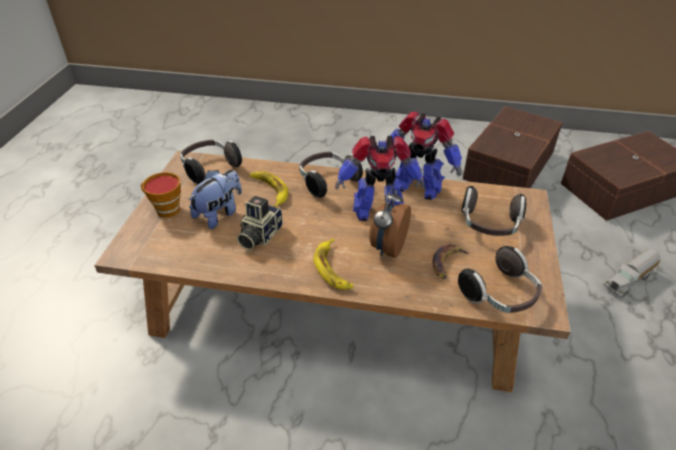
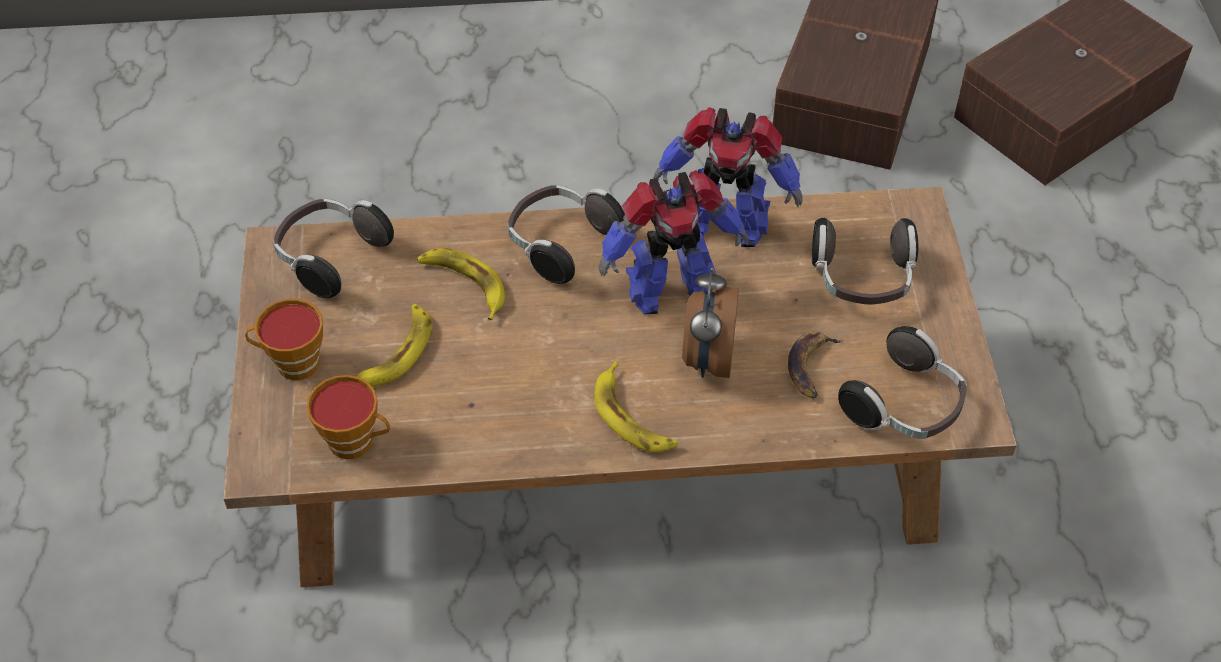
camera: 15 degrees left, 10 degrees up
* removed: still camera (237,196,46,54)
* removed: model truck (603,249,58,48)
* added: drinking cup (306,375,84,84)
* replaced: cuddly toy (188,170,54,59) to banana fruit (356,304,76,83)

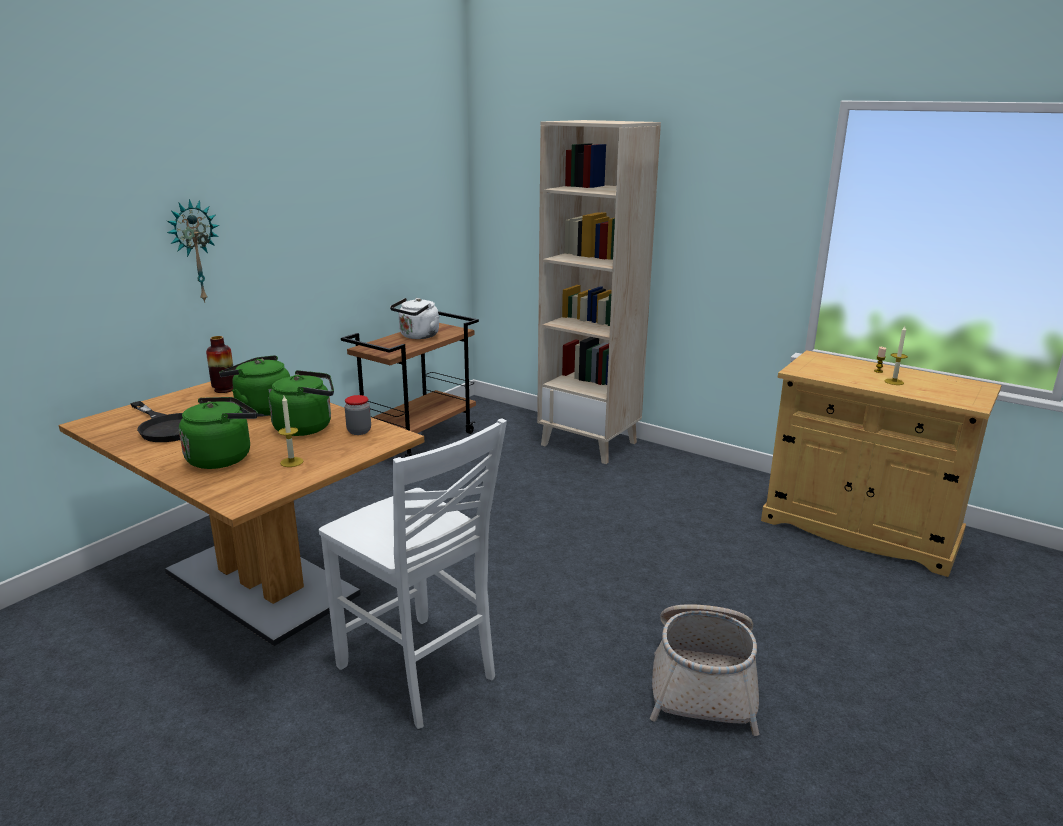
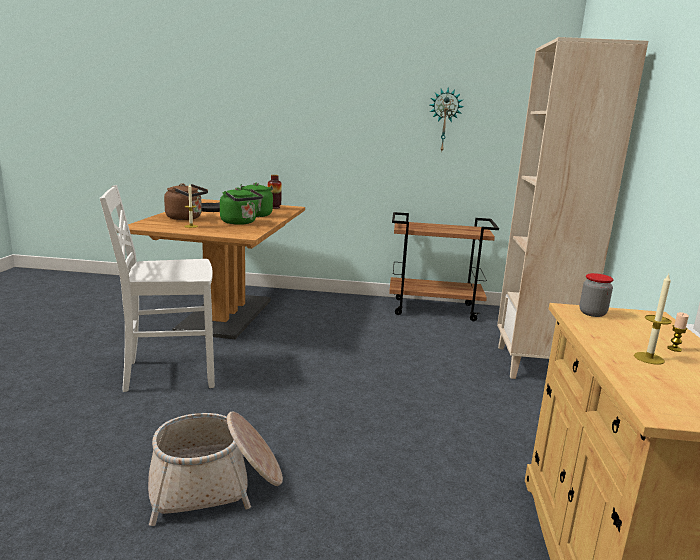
camera: 60 degrees right, 5 degrees down
* removed: tea kettle (white-coloured) (390,298,50,41)
* moved: clock on the wall (167,199,52,104) to (430,87,33,64)
* moved: storage jar (345,395,26,40) to (580,273,34,44)
* recoloured: tea kettle (green-coloured) (179,397,79,72) to tea kettle (brownish) (164,183,44,37)
* turned: plain chair (white-coloured) (319,418,188,311) = (100,185,115,207) 60 degrees clockwise

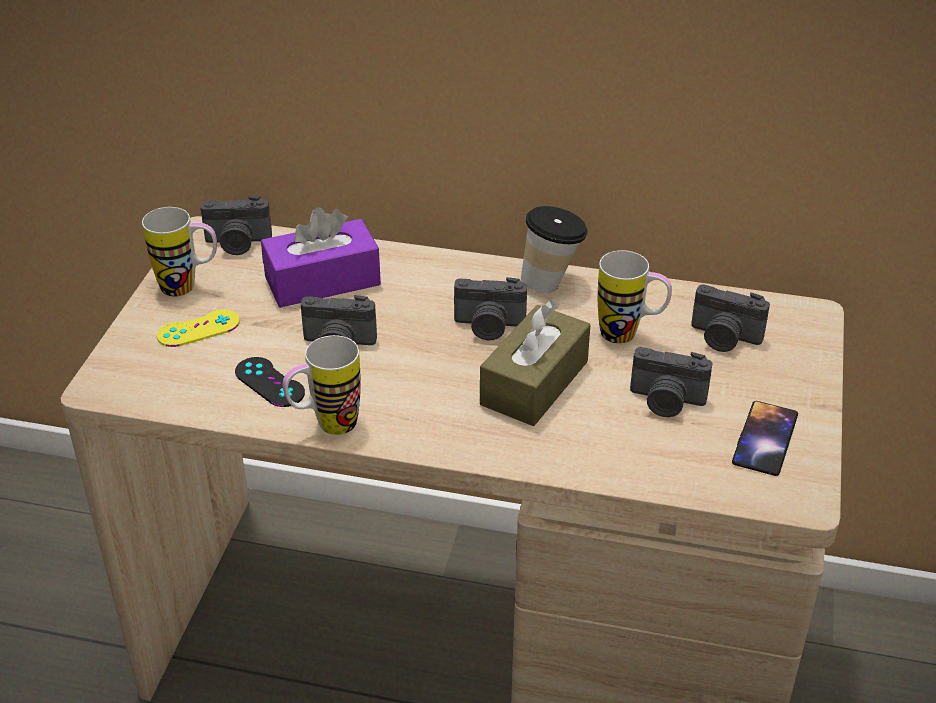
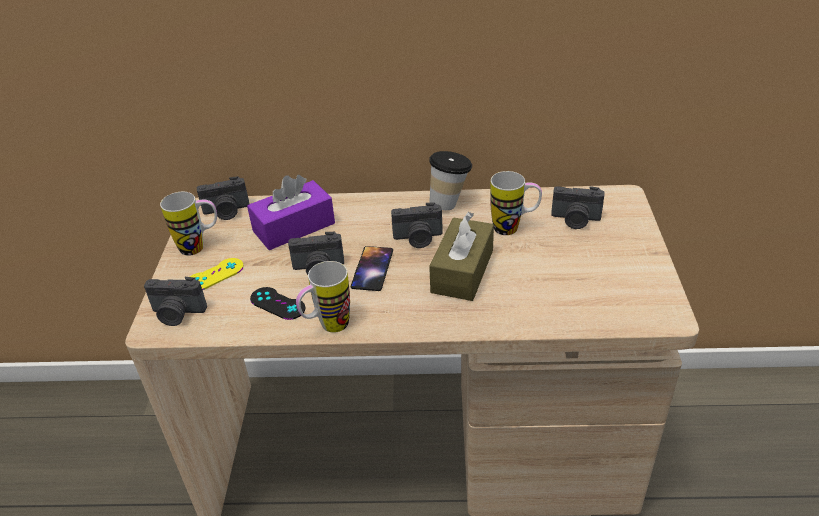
camera: 10 degrees left, 0 degrees up
* moved: still camera (630,347,83,70) to (144,277,63,49)
* moved: handset (732,401,66,75) to (351,246,42,45)

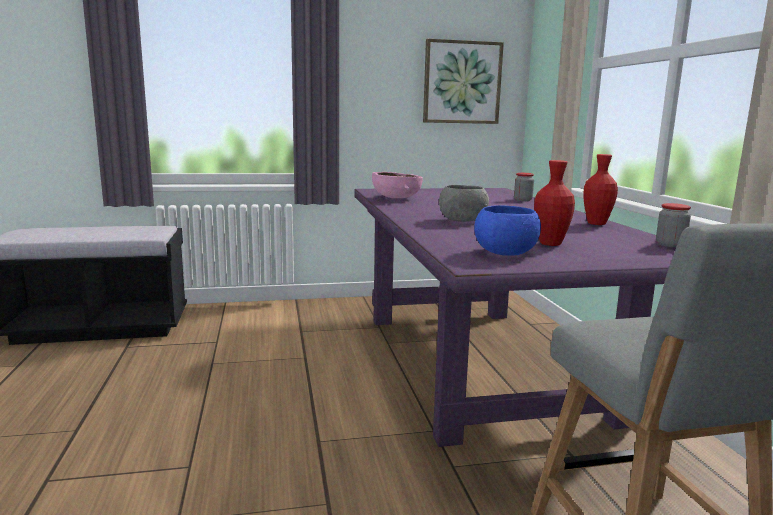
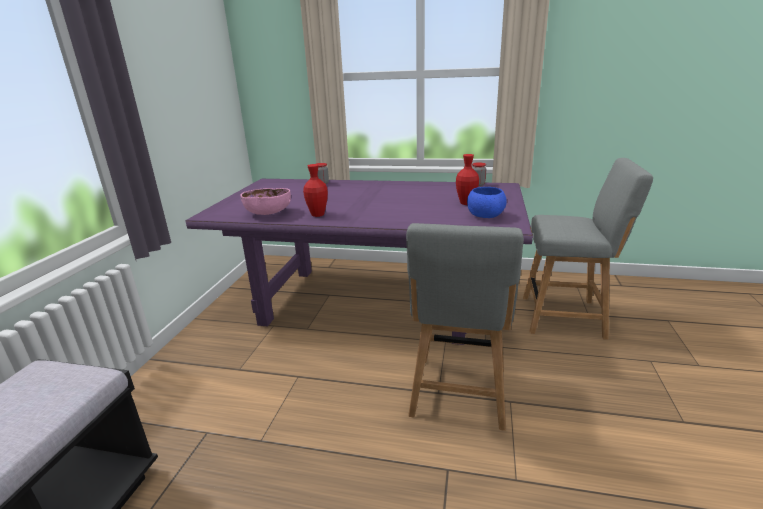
camera: 65 degrees left, 10 degrees up
* removed: picture (423,39,81,85)
* removed: serving bowl (greyish) (439,185,50,37)
* added: plain chair (greyish) (406,223,118,208)
* moved: flower vase (reddish) (583,154,35,71) to (303,164,25,53)

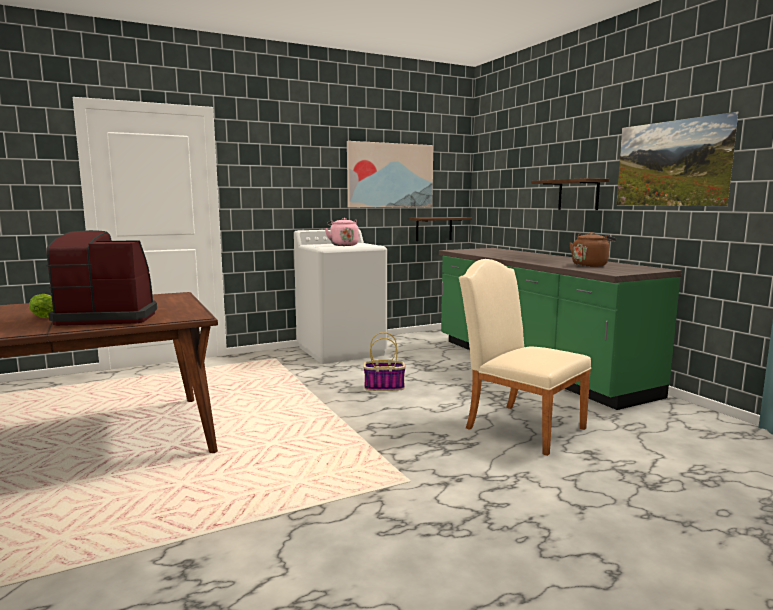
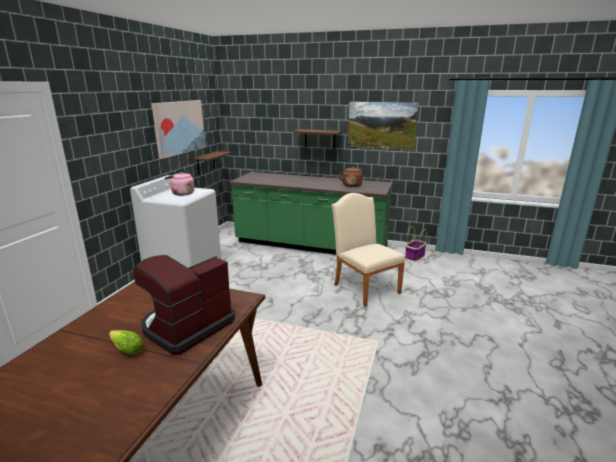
camera: 45 degrees left, 10 degrees up
* moved: household basket (363,332,43,59) to (405,226,22,35)
* turned: plain chair (sand-coloured) (459,259,132,197) = (332,193,73,114) 60 degrees clockwise

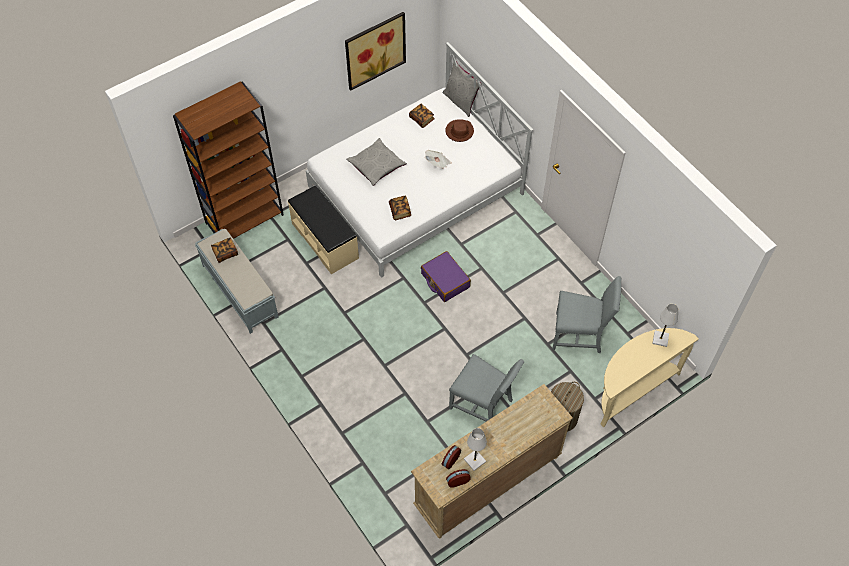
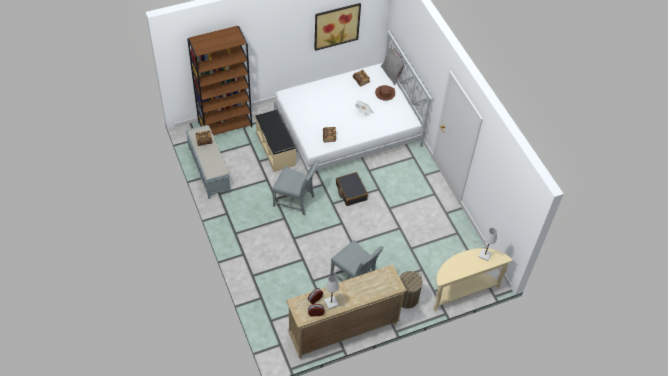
camera: 10 degrees right, 5 degrees down
* removed: pillow (greyish) (346,138,61,48)
* moved: plain chair (greyish) (552,276,70,77) to (272,160,47,55)
* recoloured: piece of luggage (purplish) (421,251,50,51) to piece of luggage (blackish) (336,172,32,34)

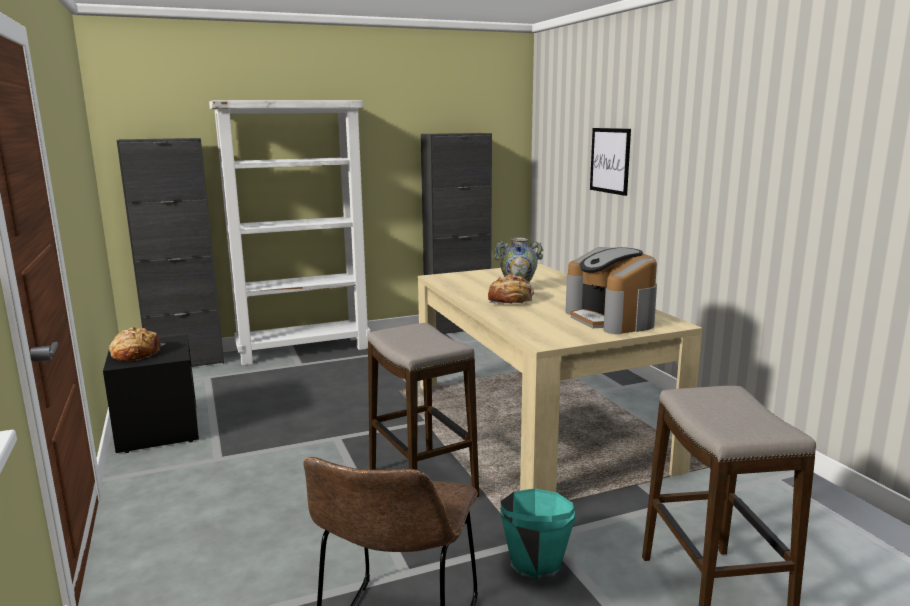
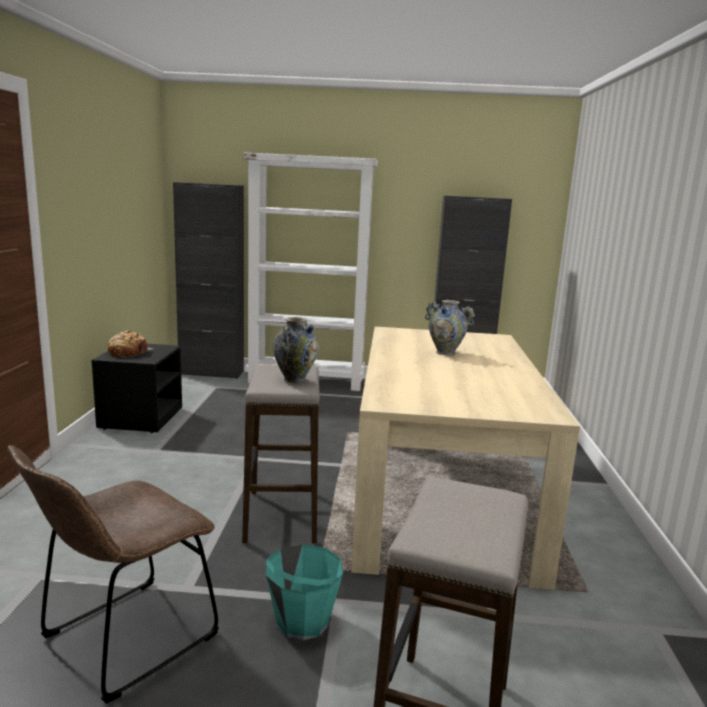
camera: 25 degrees right, 0 degrees up
* removed: baked bread (488,274,46,30)
* removed: coffee machine (566,247,91,87)
* removed: picture (590,128,41,68)
* added: flower vase (273,317,46,66)

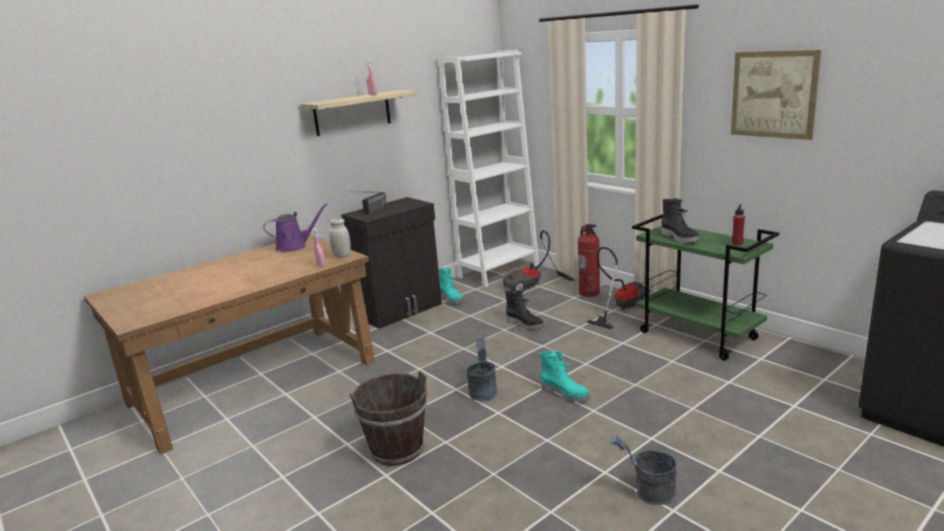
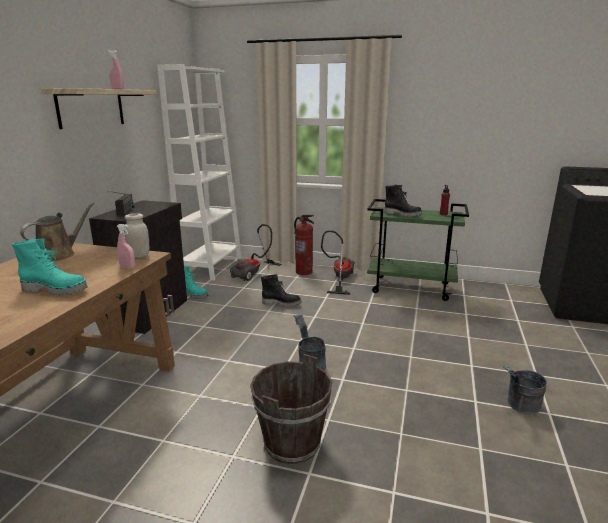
camera: 35 degrees left, 0 degrees up
* removed: picture (731,50,90,90)
* moved: high-top boot (turquoise) (540,351,50,51) to (12,238,76,58)
* recoloured: sprinkling can (purplish) (263,203,65,49) to sprinkling can (brownish) (20,202,75,59)

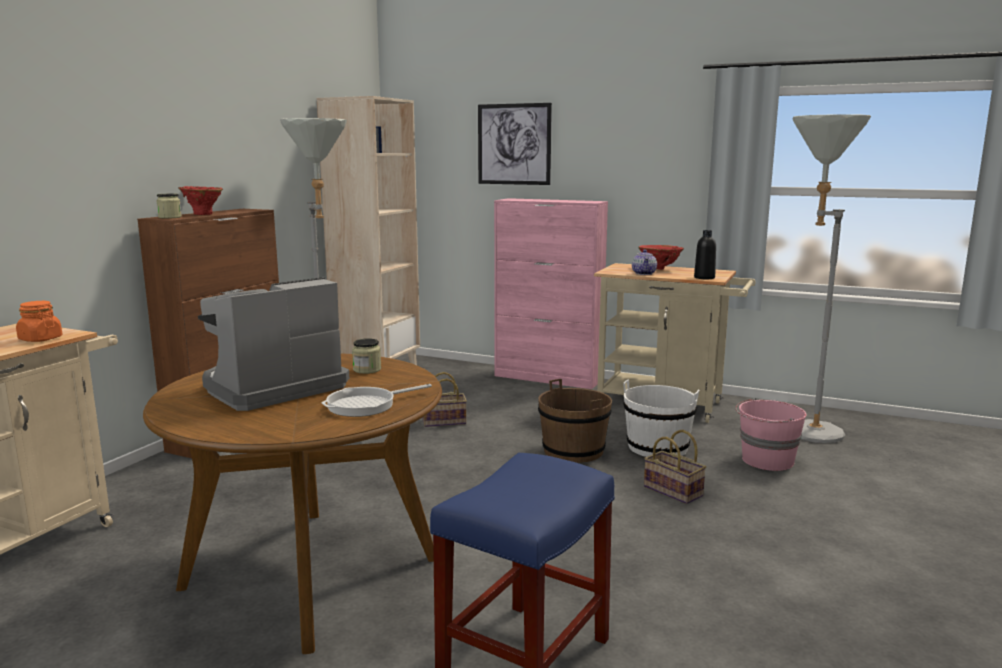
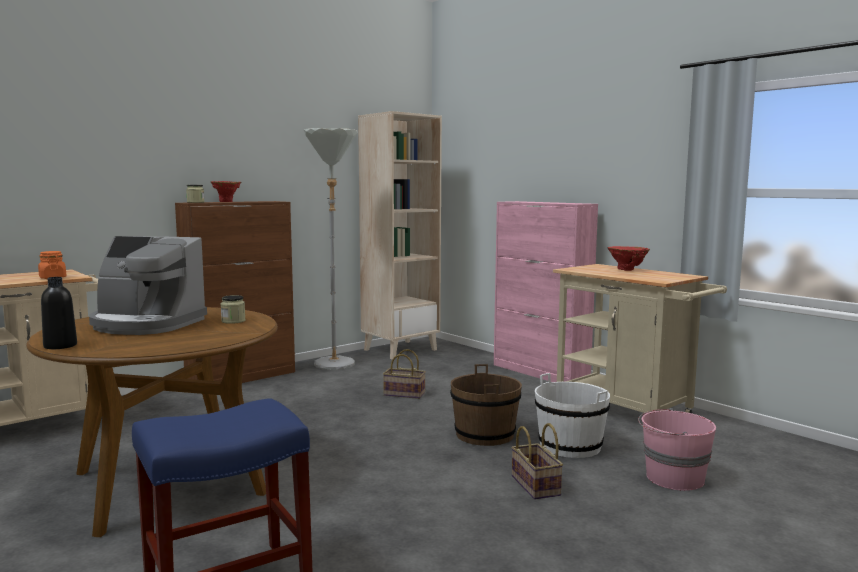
camera: 25 degrees right, 5 degrees down
* removed: skillet (322,384,110,33)
* removed: picture (478,103,74,82)
* removed: tea pot (632,250,25,25)
* removed: standard lamp (greyish) (792,114,79,329)
* moved: drink bottle (blackish) (694,230,22,49) to (41,277,36,72)
* turned: coffee machine (198,277,151,134) = (89,236,118,99) 150 degrees counterclockwise

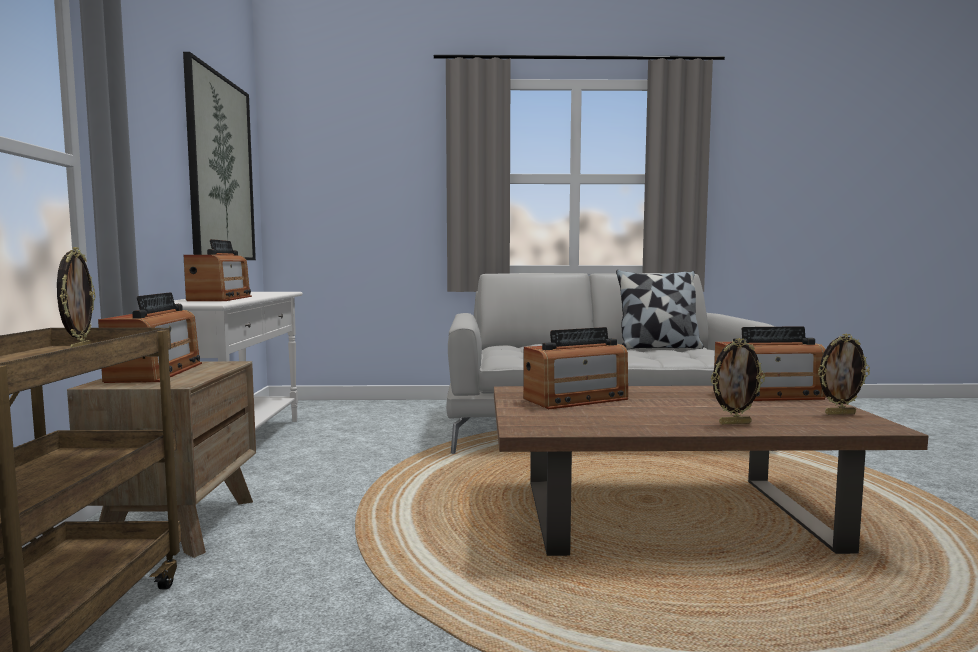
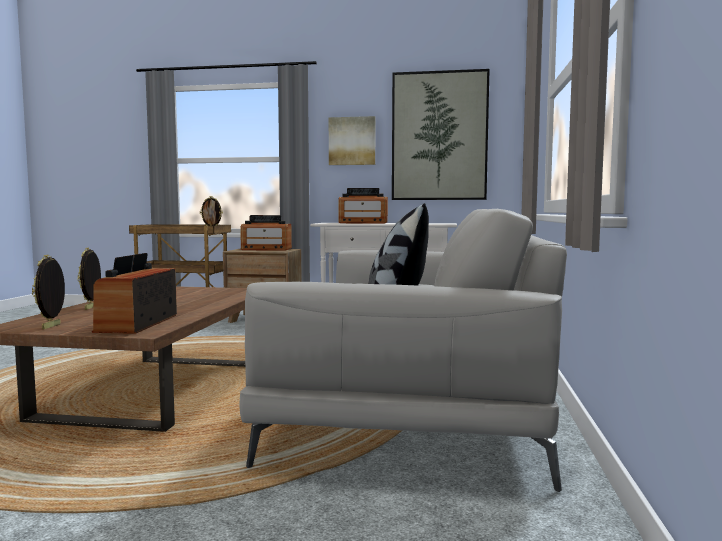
camera: 100 degrees right, 0 degrees up
* removed: radio set (523,327,105,82)
* added: picture (329,116,46,49)

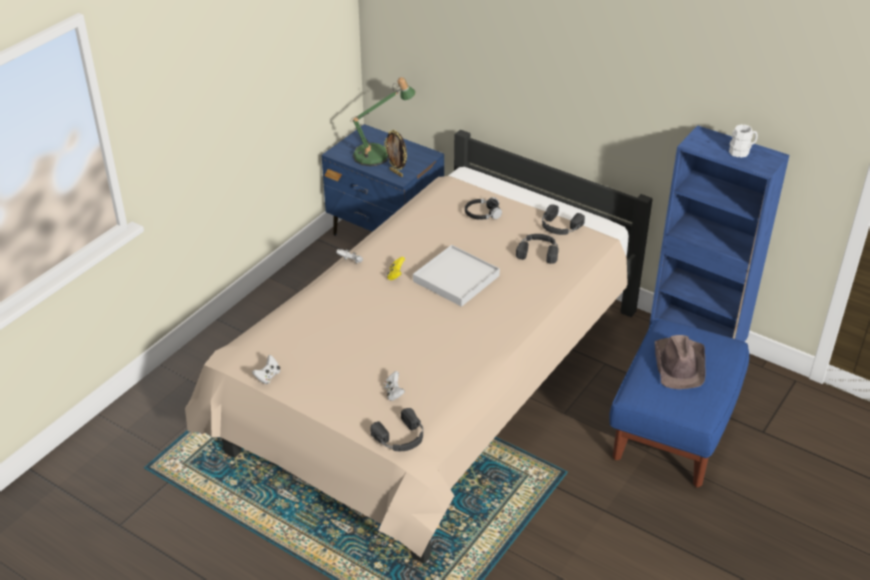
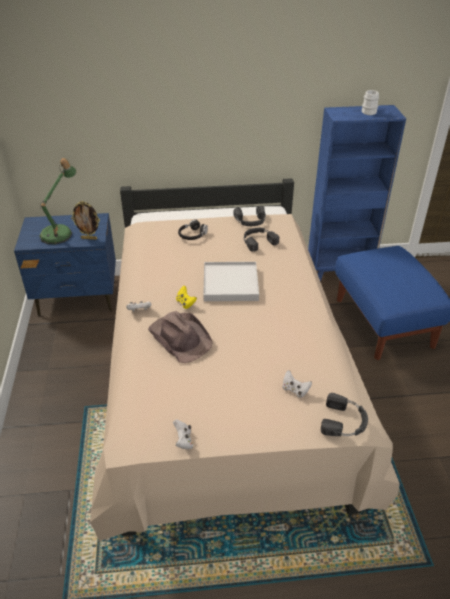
camera: 40 degrees left, 0 degrees up
* moved: hat (brownish) (655,335,51,54) to (148,311,64,52)

